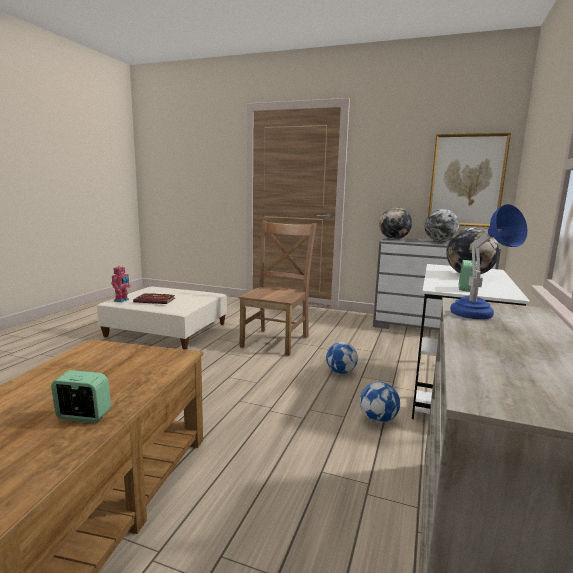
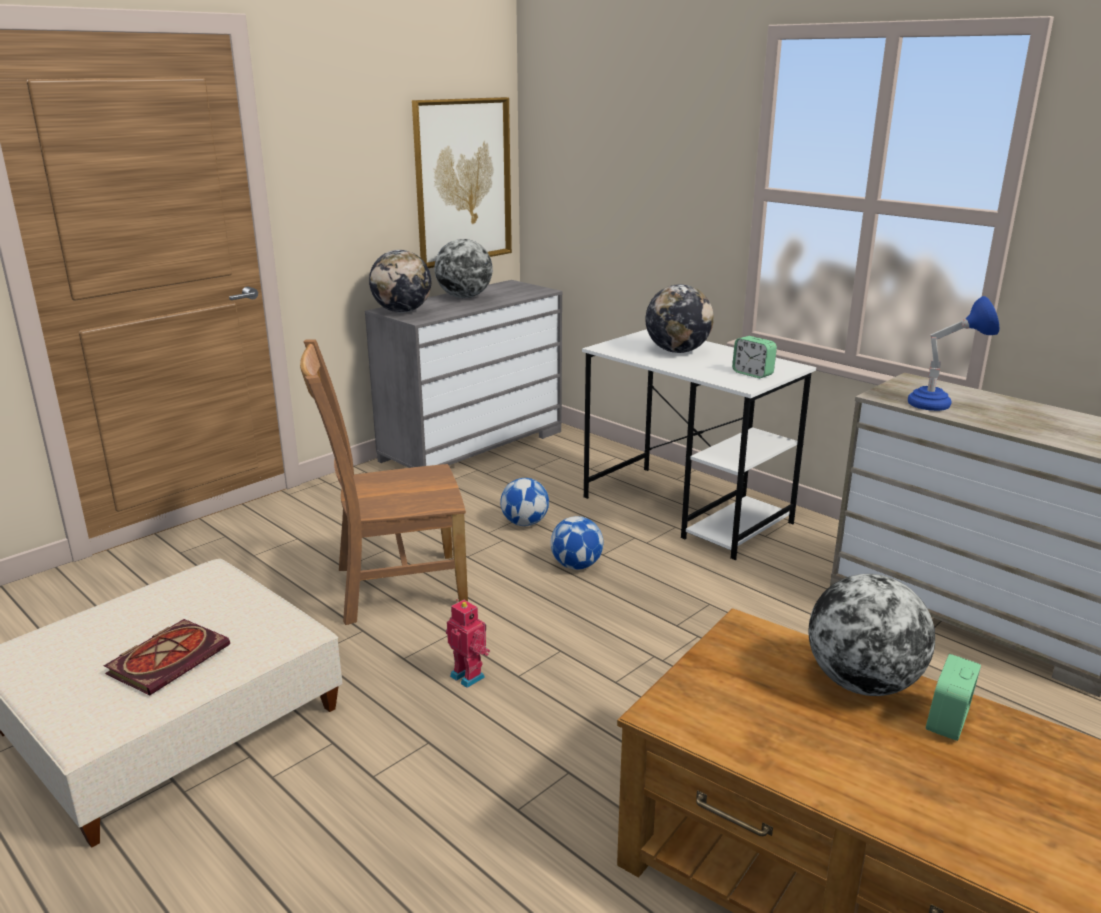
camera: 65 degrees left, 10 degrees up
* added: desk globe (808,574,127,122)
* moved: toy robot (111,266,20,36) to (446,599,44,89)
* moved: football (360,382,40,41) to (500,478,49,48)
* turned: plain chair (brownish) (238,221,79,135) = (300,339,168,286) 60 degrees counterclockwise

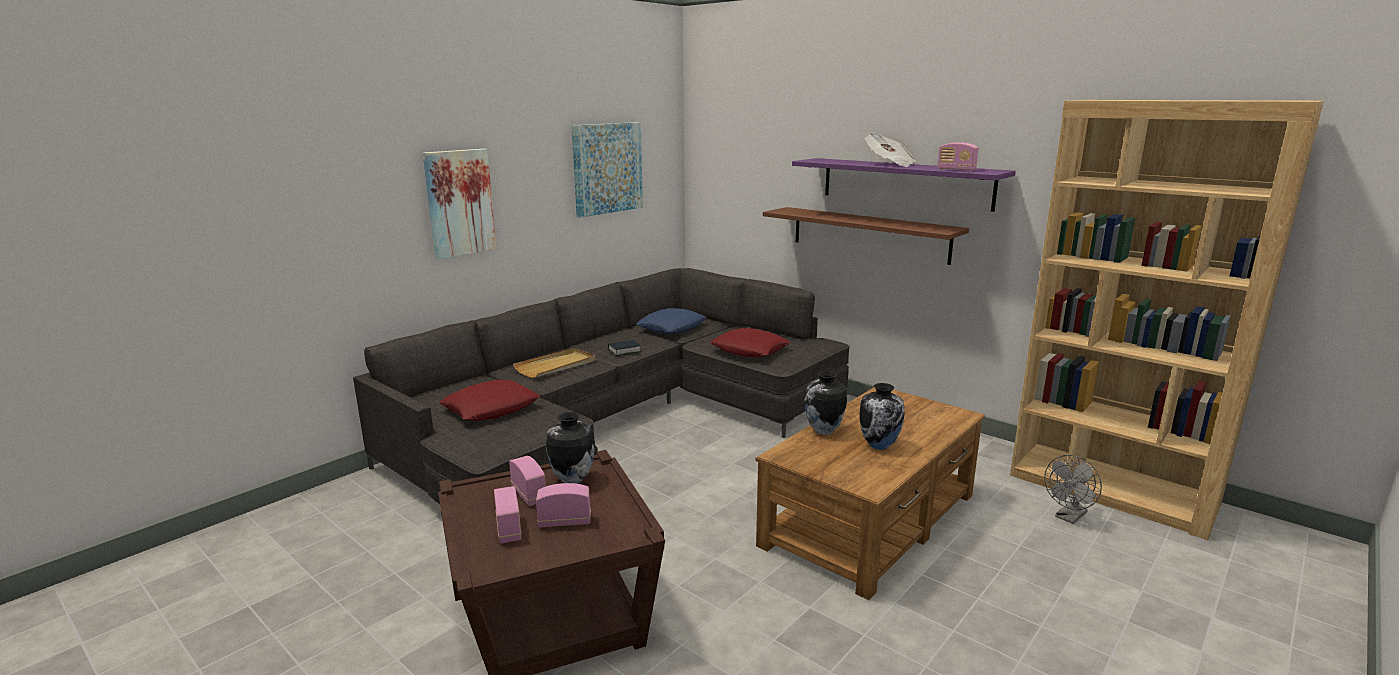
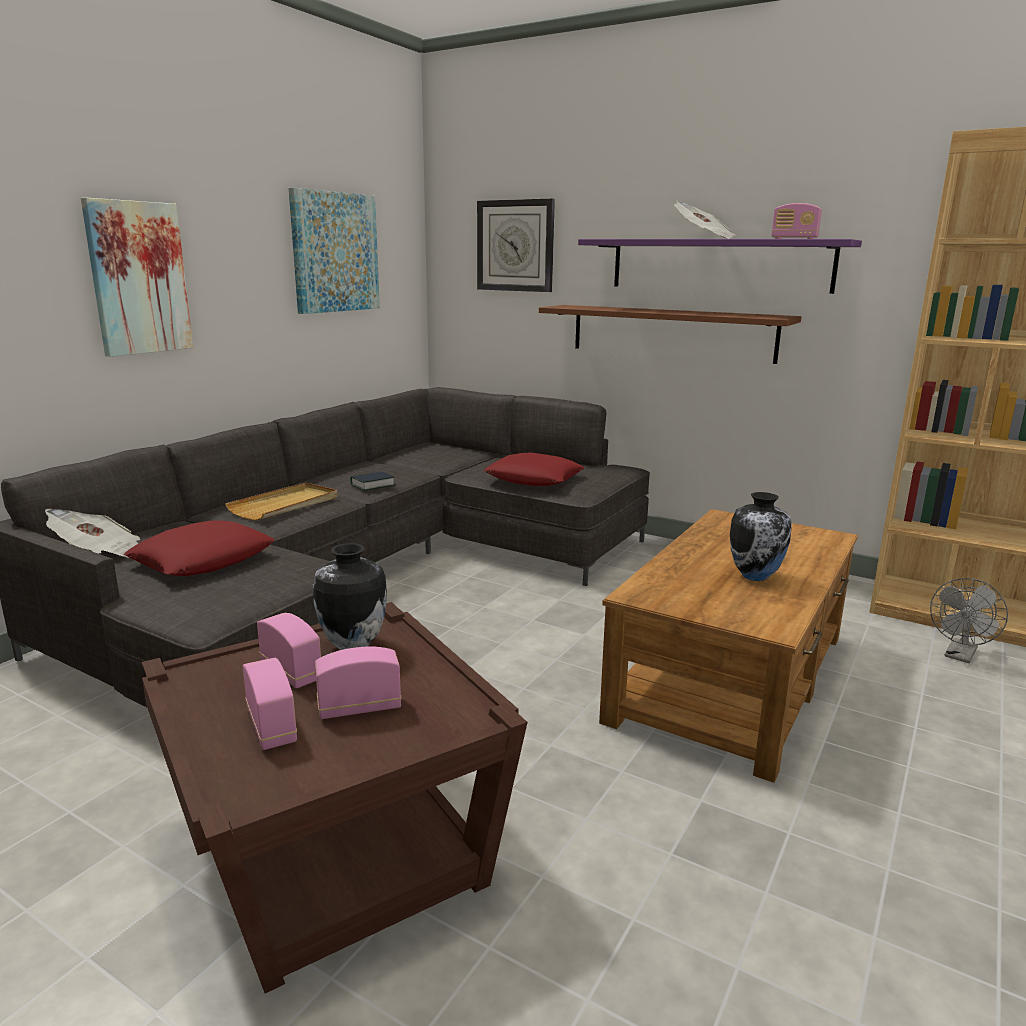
camera: 10 degrees left, 0 degrees up
* removed: pillow (bluish) (637,308,69,26)
* removed: flower vase (804,371,43,64)
* added: newspaper (45,509,95,49)
* added: clock on the wall (477,199,78,93)

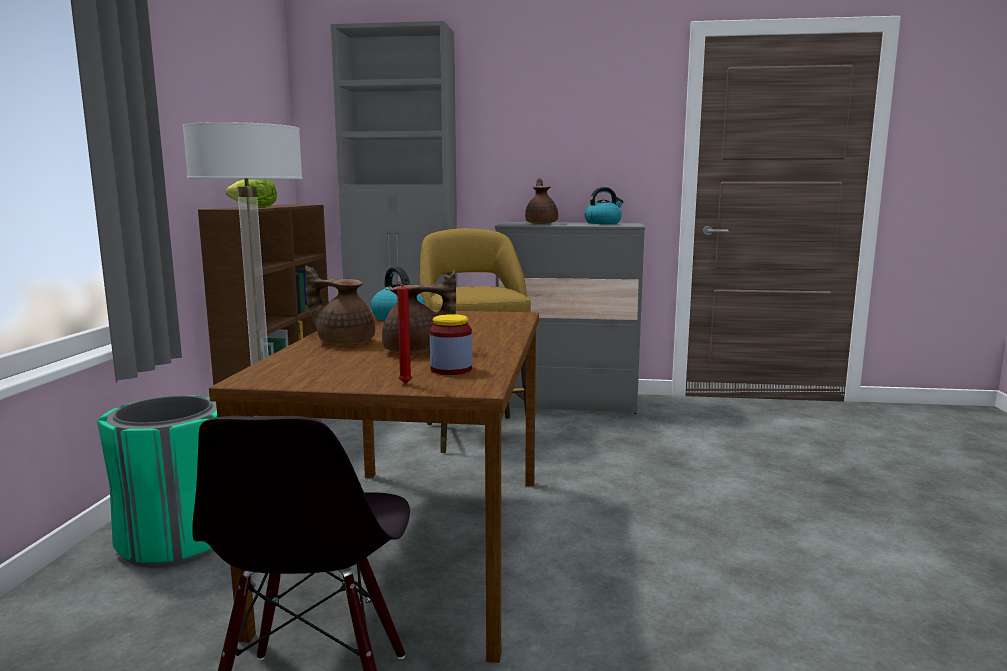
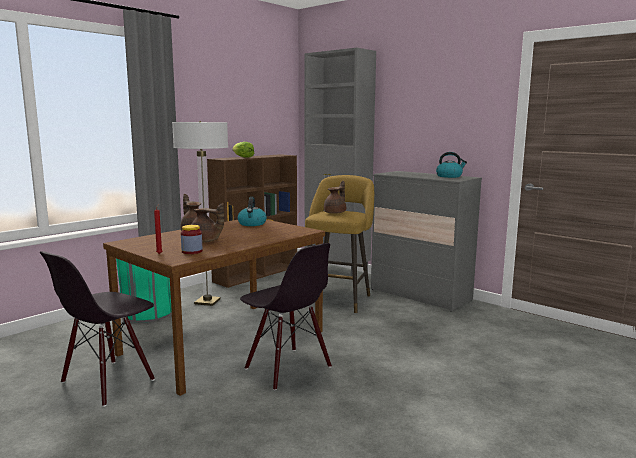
camera: 35 degrees right, 0 degrees up
* added: plain chair (blackish) (240,243,92,147)
* moved: tea pot (brownish) (525,178,33,46) to (324,181,22,33)

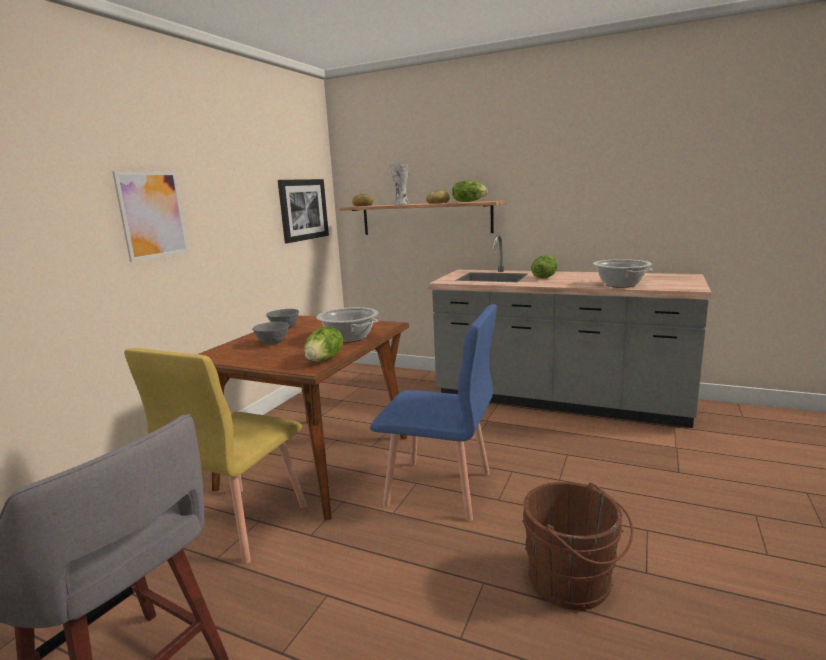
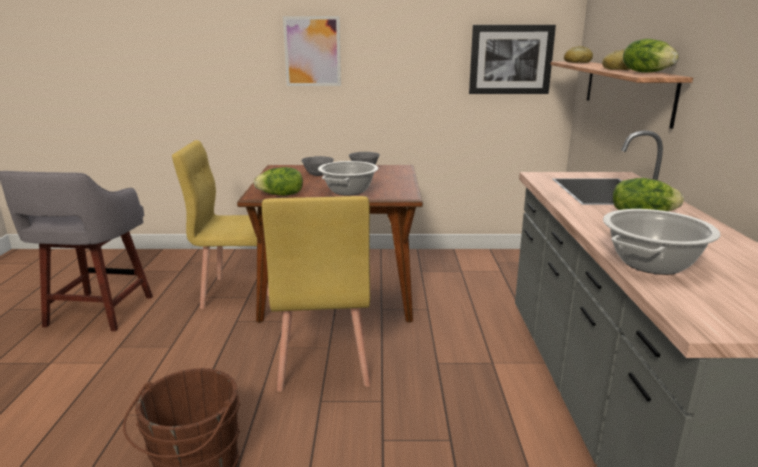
camera: 65 degrees right, 5 degrees up
* removed: flower vase (390,164,19,41)
* recoloured: plain chair (bluish) (370,304,127,217) to plain chair (yellow-coloured) (262,196,109,196)

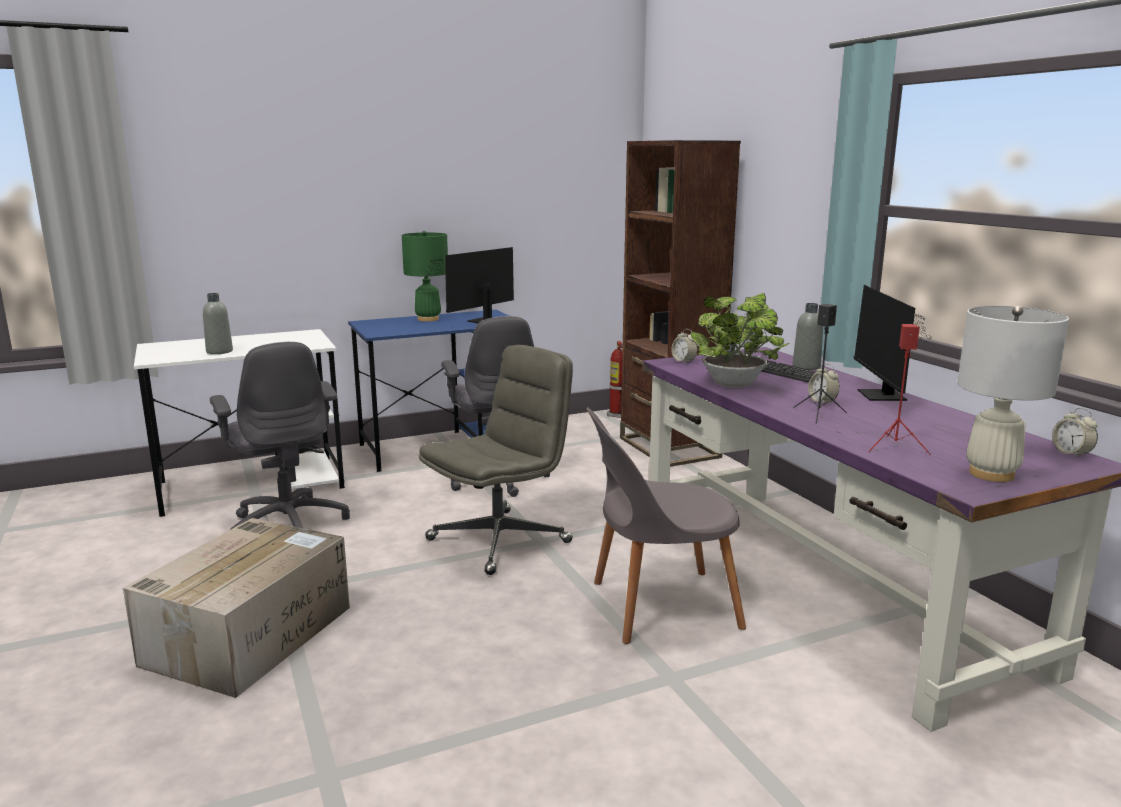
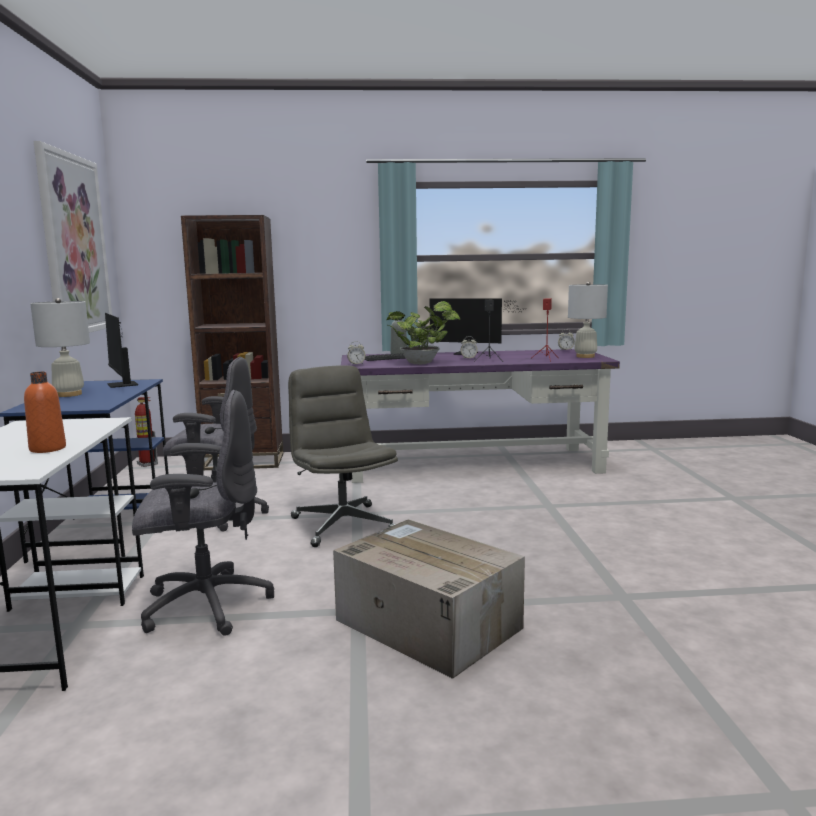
camera: 70 degrees left, 5 degrees down
* removed: plain chair (greyish) (586,407,160,237)
* added: picture (34,141,78,192)
* recoloured: drink bottle (greyish) (203,293,30,61) to drink bottle (orangey) (24,372,42,81)
* recoloured: tabletop lamp (green-coloured) (402,231,46,91) to tabletop lamp (white-coloured) (30,298,60,99)

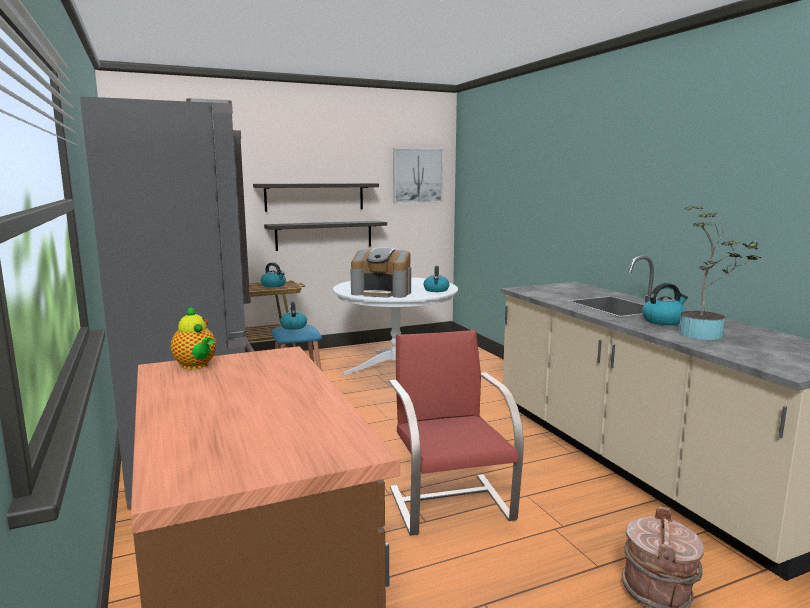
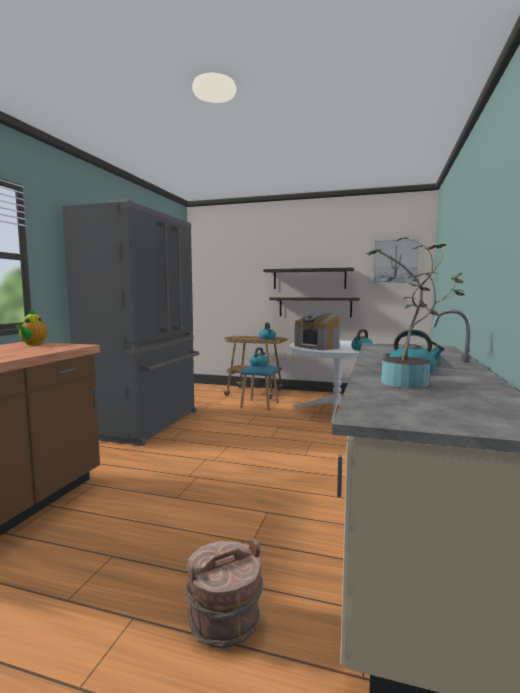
camera: 40 degrees right, 5 degrees down
* removed: plain chair (reddish) (389,330,135,206)

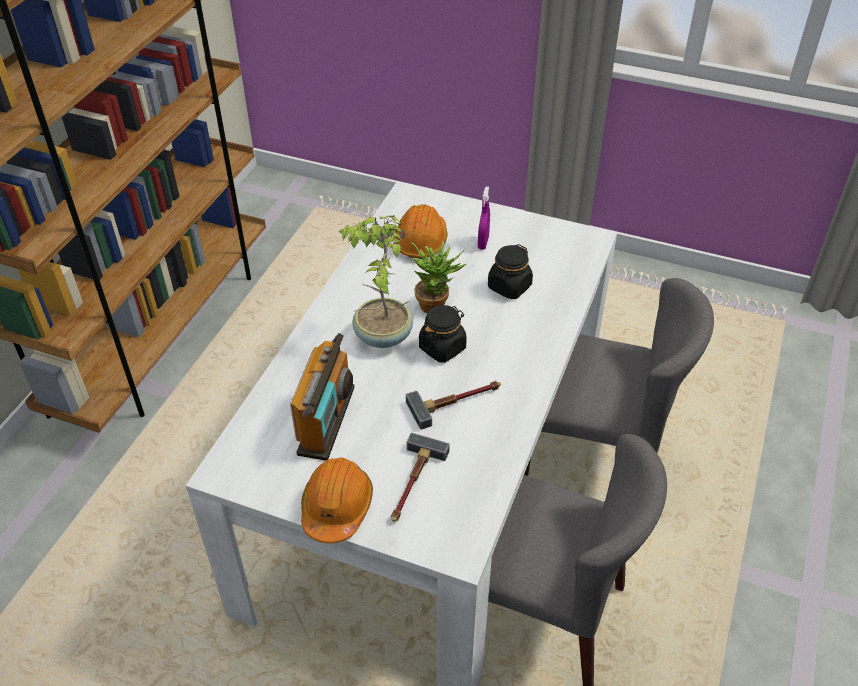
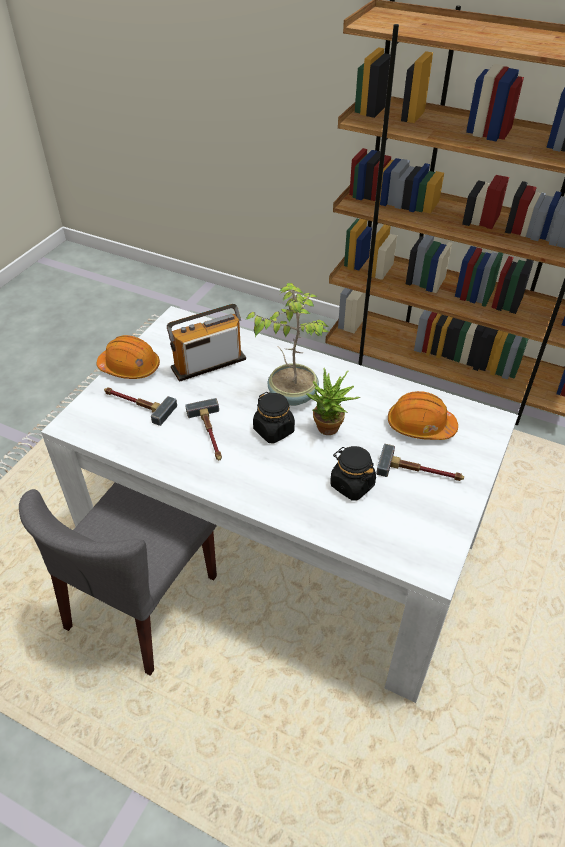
camera: 95 degrees right, 0 degrees up
* removed: plain chair (greyish) (524,278,190,198)
* replaced: spray bottle (purplish) (478,187,12,63) to tool hammer (376,444,88,37)
* turned: radio set (290,333,65,128) = (167,304,79,78) 135 degrees clockwise

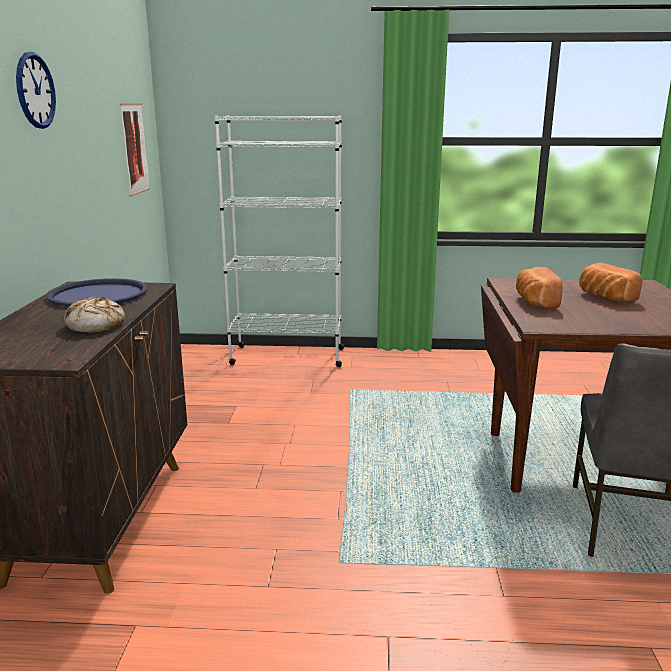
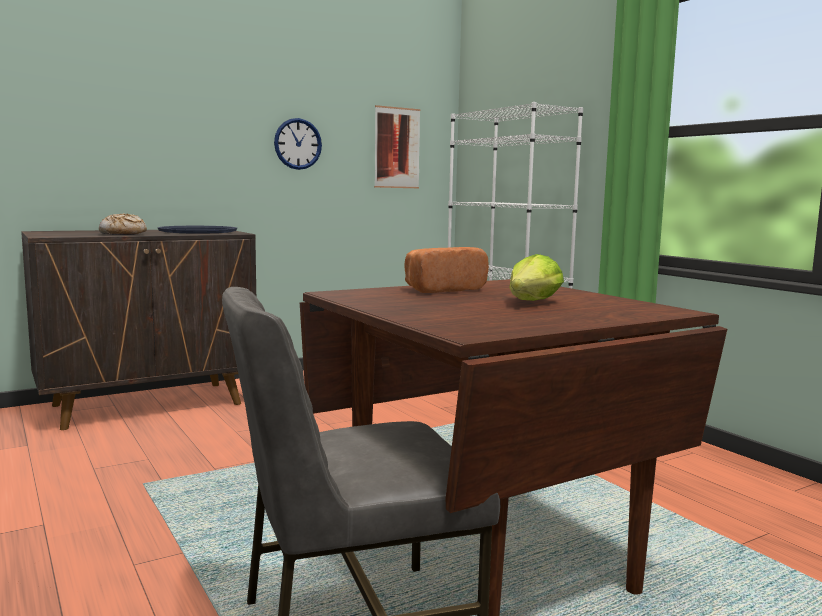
camera: 55 degrees right, 10 degrees down
* moved: clock on the wall (16,52,40,77) to (274,118,48,52)
* replaced: baked bread (579,262,63,40) to head of lettuce (510,254,54,47)

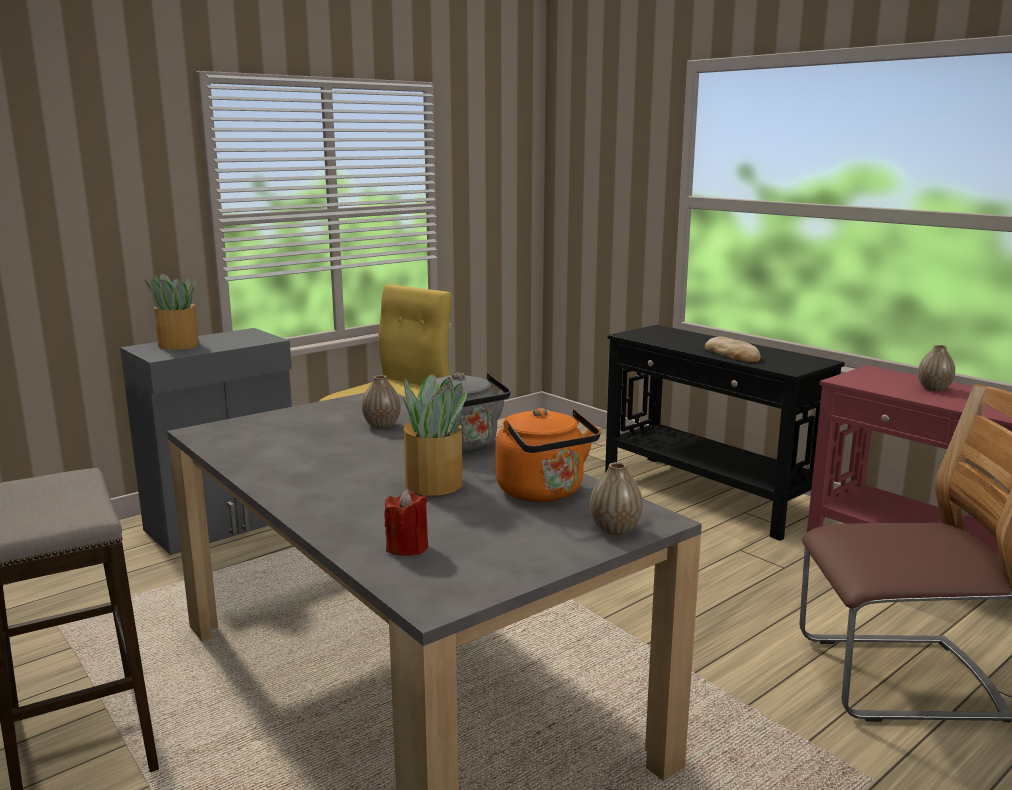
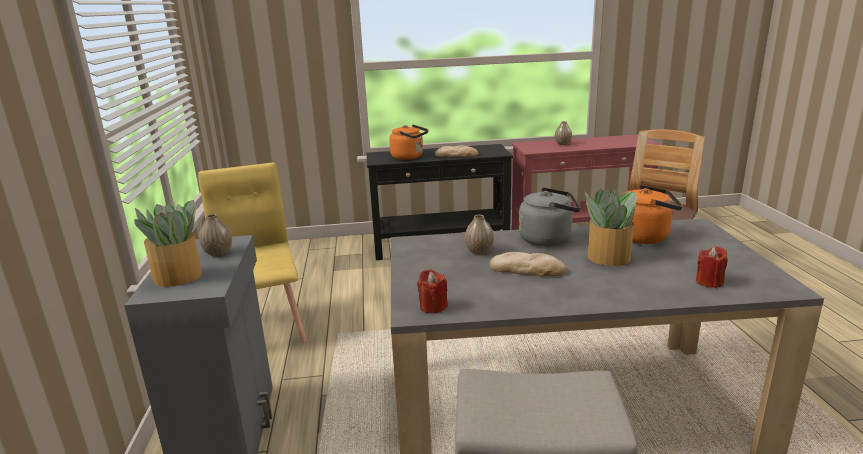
camera: 55 degrees left, 5 degrees up
* added: tea kettle (orangey) (389,124,39,36)
* added: candle (reddish) (417,269,31,45)
* added: baked bread (490,252,76,25)
* moved: flower vase (590,462,53,73) to (199,214,33,42)

